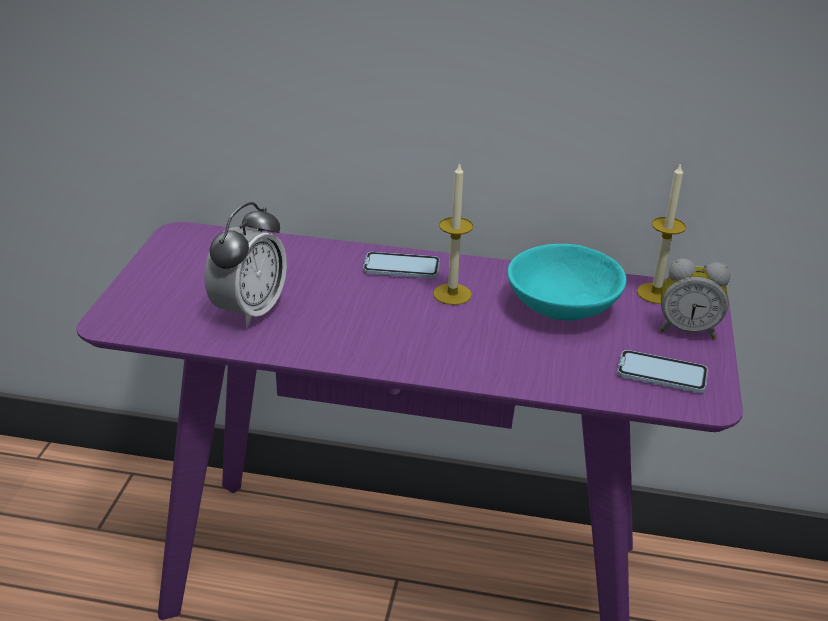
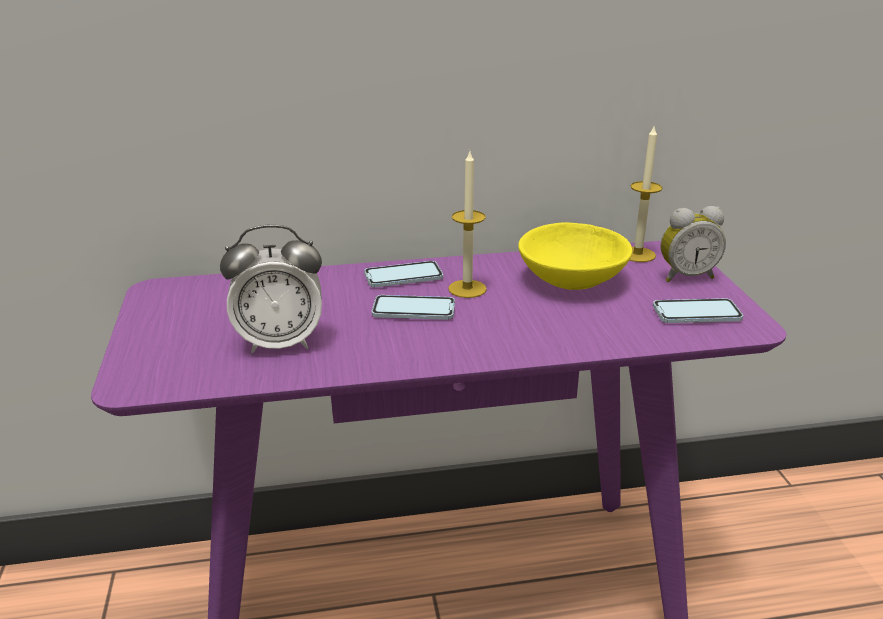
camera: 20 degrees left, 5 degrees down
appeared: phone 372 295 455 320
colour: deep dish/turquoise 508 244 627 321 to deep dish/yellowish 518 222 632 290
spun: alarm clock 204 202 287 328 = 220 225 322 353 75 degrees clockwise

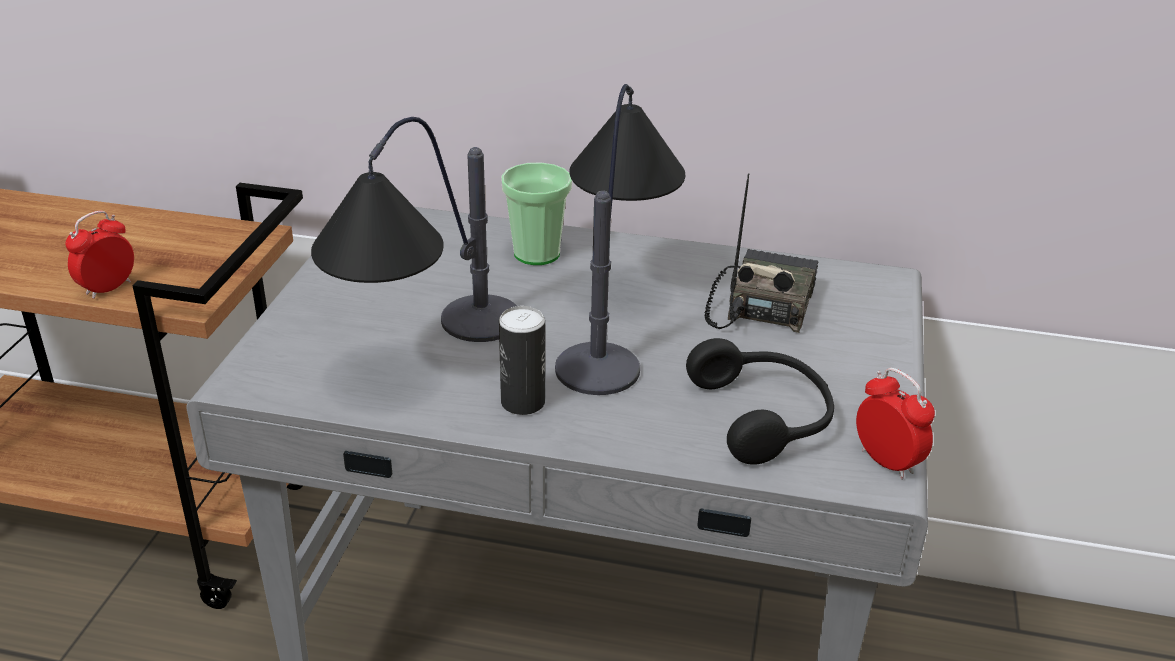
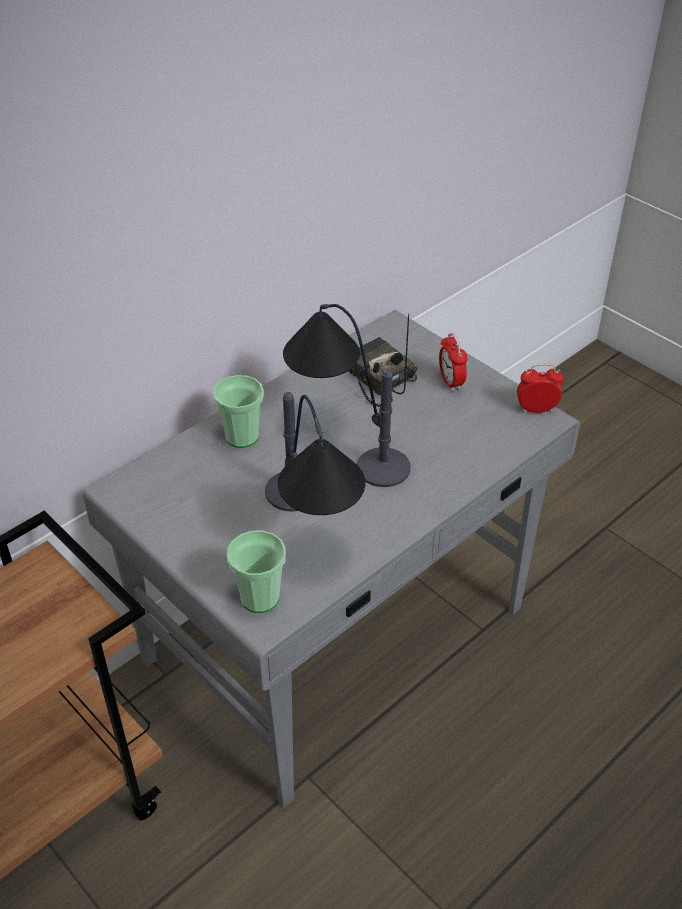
camera: 55 degrees left, 10 degrees up
missing: can 499 306 545 415; headset/black-coloured 686 338 834 465
appeared: drinking cup 227 531 286 613
relocated: alarm clock 65 211 134 299 to 439 333 467 392

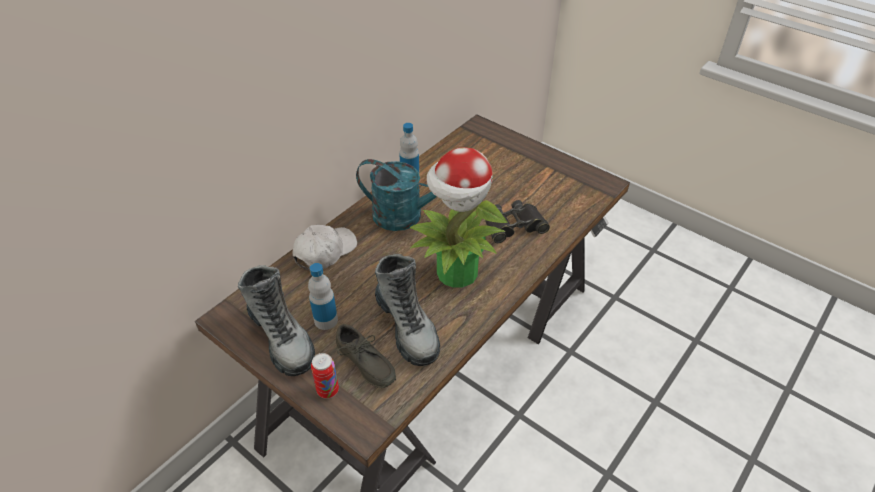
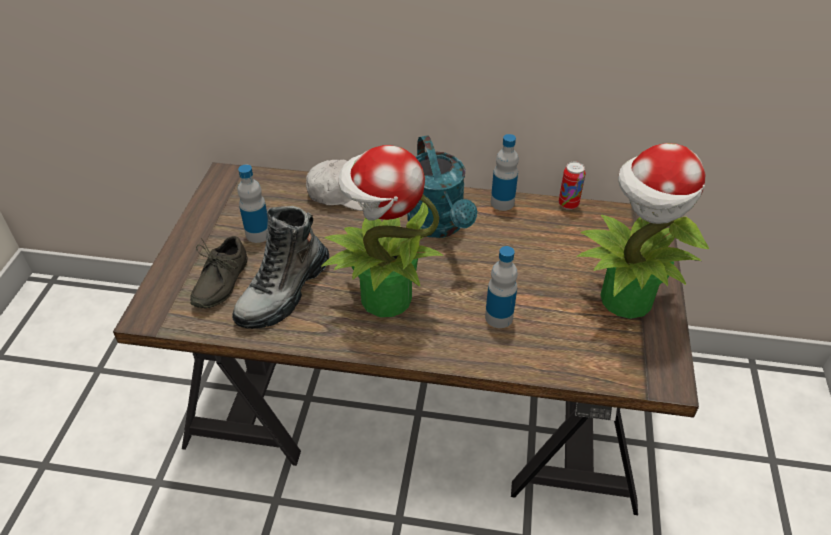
camera: 60 degrees right, 0 degrees up
missing: tall boot 238 265 315 376
appeared: plant in a pot 577 143 709 319
relocated: can 311 353 339 399 to 559 162 585 210
exchanged: binoculars/black-coloured 485 200 550 243 to drink bottle 485 246 518 328

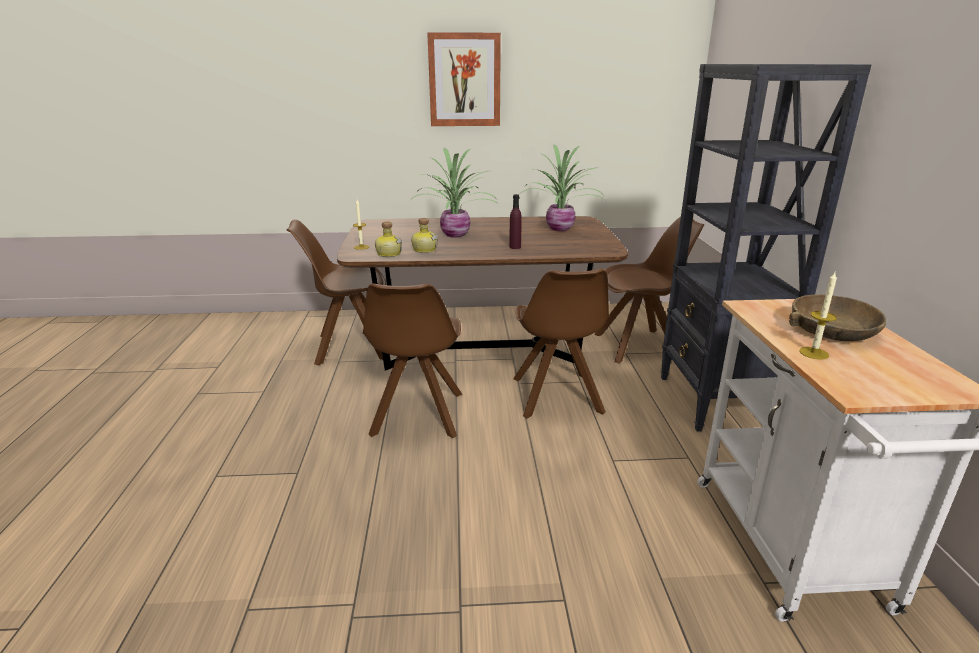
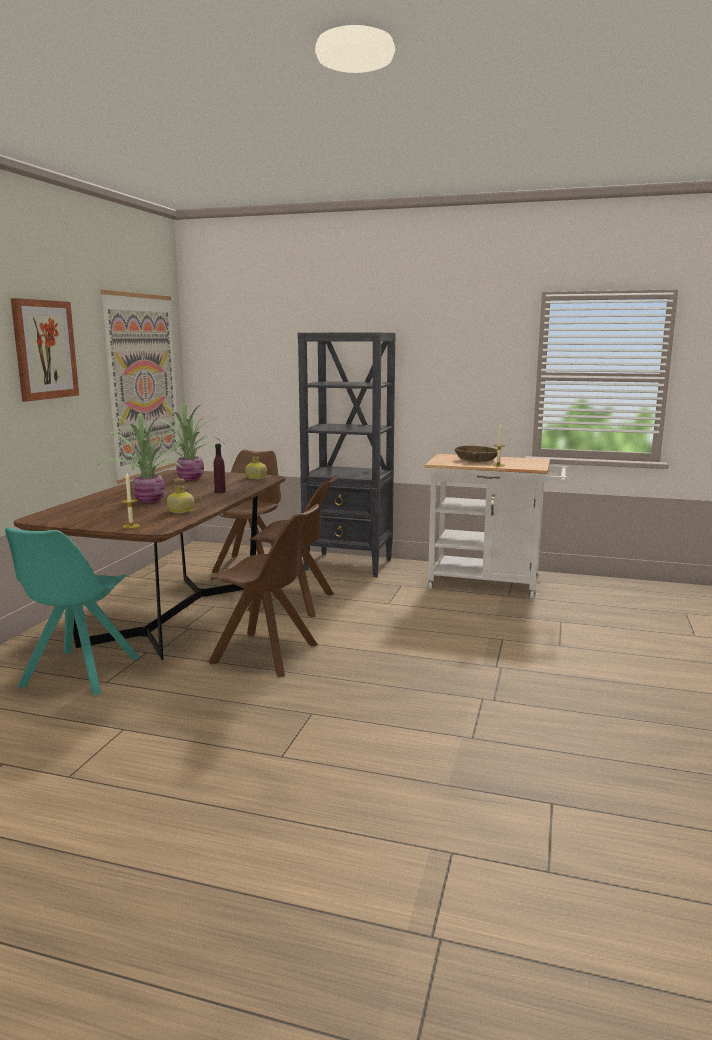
camera: 70 degrees left, 10 degrees down
appeared: wall art 100 290 180 484
relocated: drink bottle 375 221 402 257 to 245 451 267 479
colour: plain chair/brown-coloured 286 220 386 365 to plain chair/turquoise 5 527 140 695

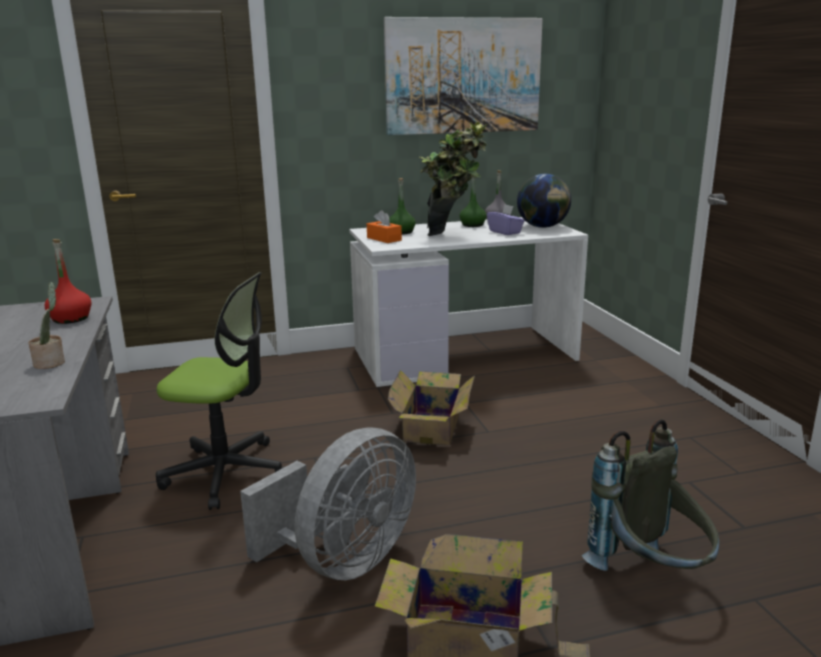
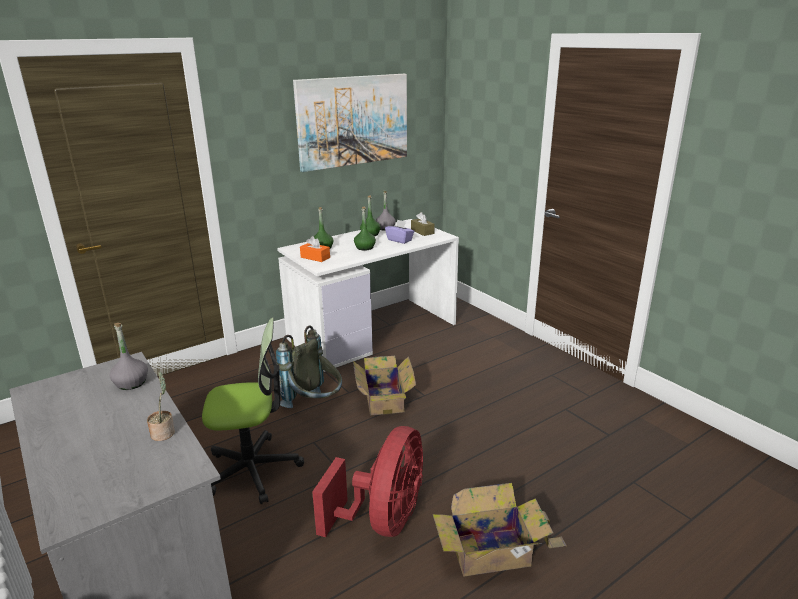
camera: 20 degrees left, 5 degrees up
relocated: backpack/grey 582 419 719 571 to 276 326 342 408
exchanged: plant in a pot 419 122 488 236 to drink bottle/green 354 207 376 251; desk globe 517 174 571 228 to tissue holder/brown-coloured 411 212 435 236
colour: drink bottle/reddish 45 239 92 324 to drink bottle/grey 109 323 148 390; cooling fan/grey 240 427 416 580 to cooling fan/reddish 312 426 423 537

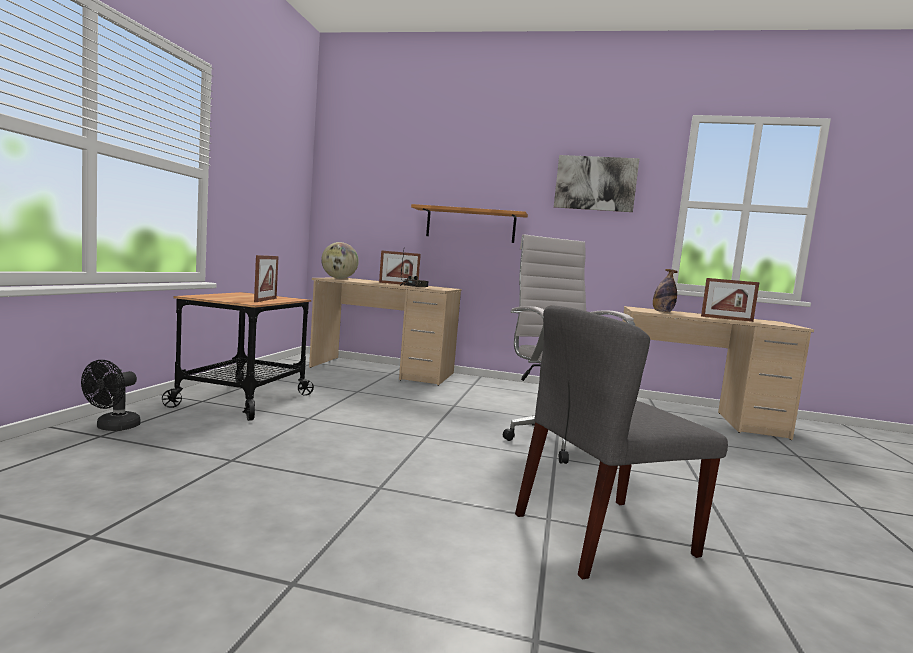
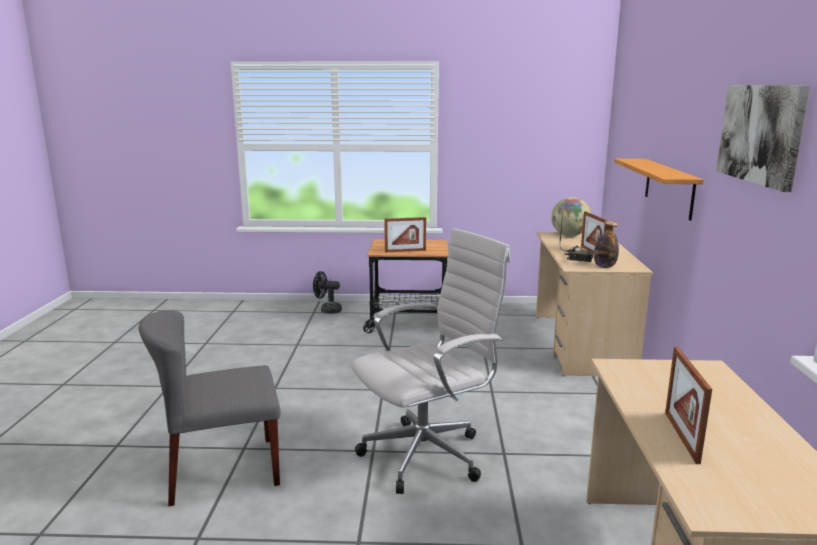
camera: 80 degrees right, 10 degrees up
relocated: drink bottle 653 269 678 313 to 594 221 619 268
spun: plain chair/grey 515 305 728 580 = 139 310 281 506 75 degrees counterclockwise

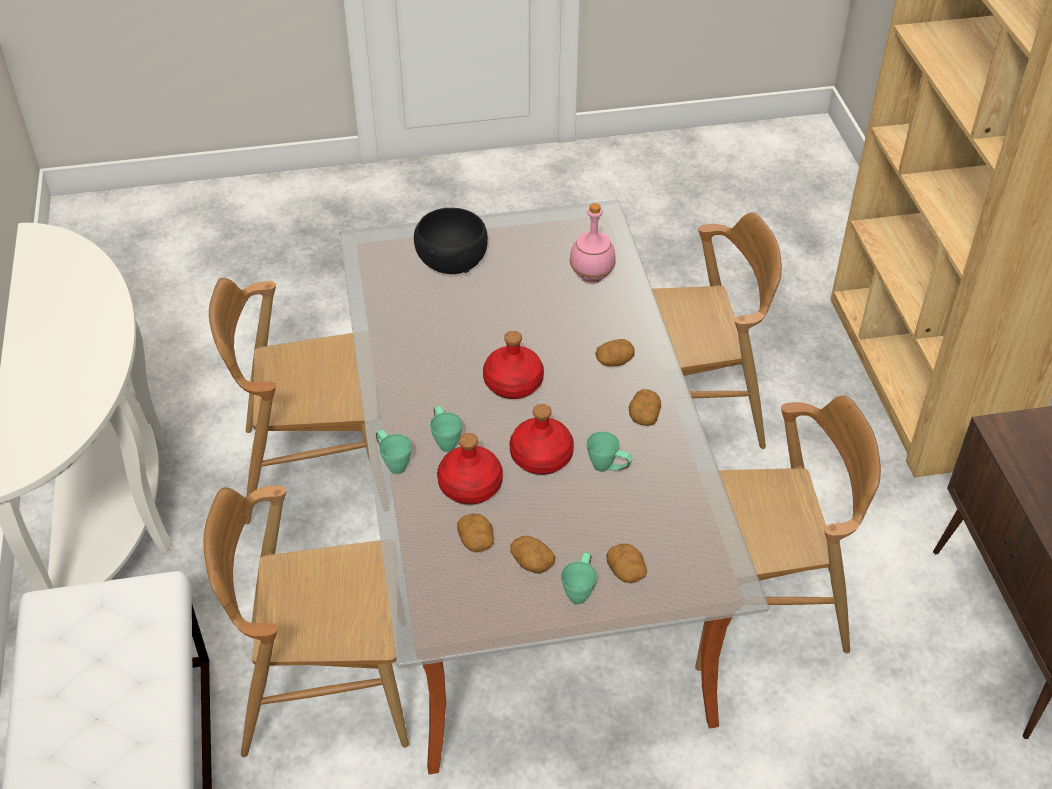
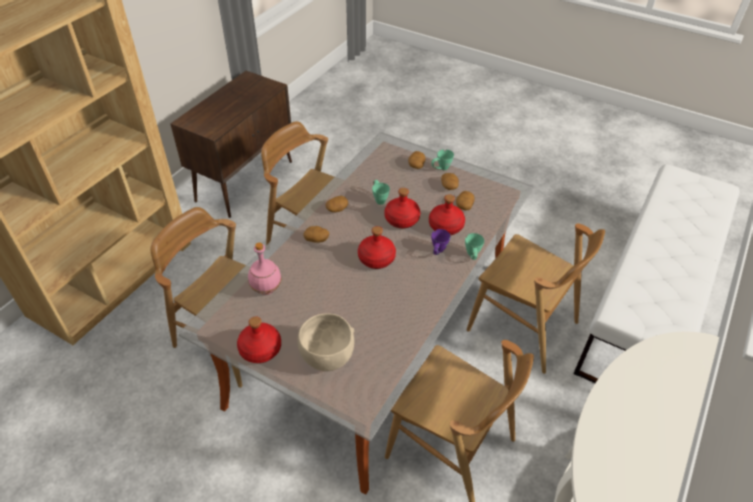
camera: 140 degrees left, 0 degrees up
appeared: drink bottle/reddish 237 317 281 363
colour: deep dish/black-coloured 414 208 488 274 to deep dish/beige 298 313 354 371; coffee mug/green 430 406 463 452 to coffee mug/purple-coloured 431 229 450 255

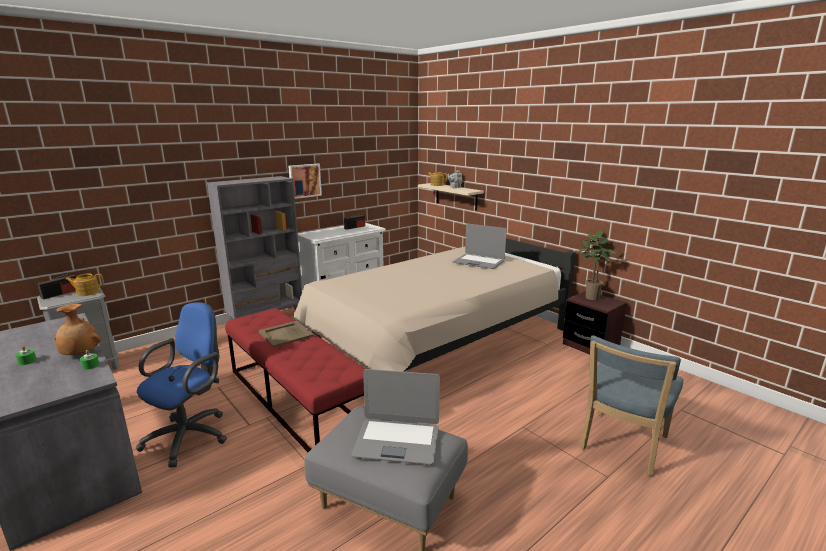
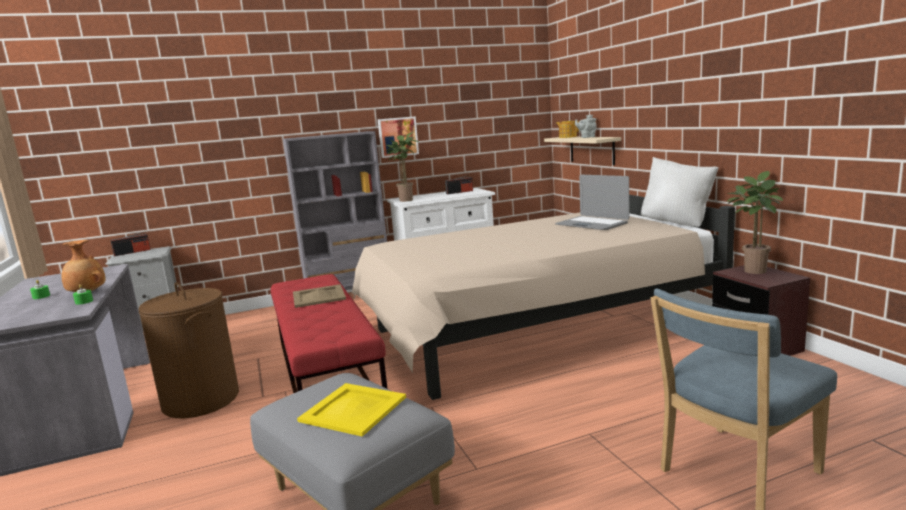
camera: 20 degrees right, 5 degrees down
missing: pot for tea 65 274 104 296
appeared: plant in a pot 384 132 418 202; cushion/white 641 157 719 227
exchanged: desk chair/bluish 136 302 227 468 to laundry basket/brown-coloured 138 282 239 418; notebook computer 351 369 440 465 to tray/yellowish 297 383 406 437

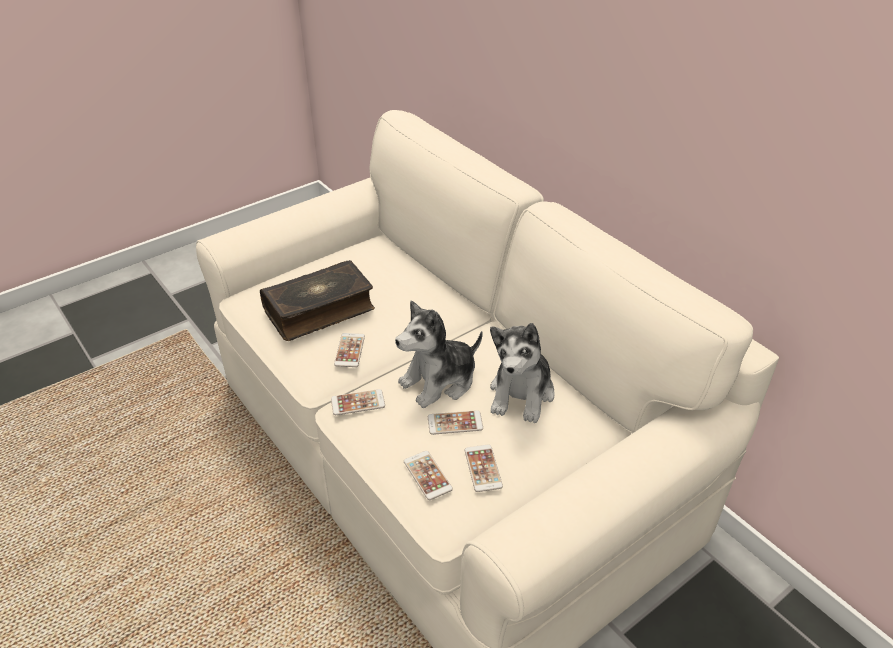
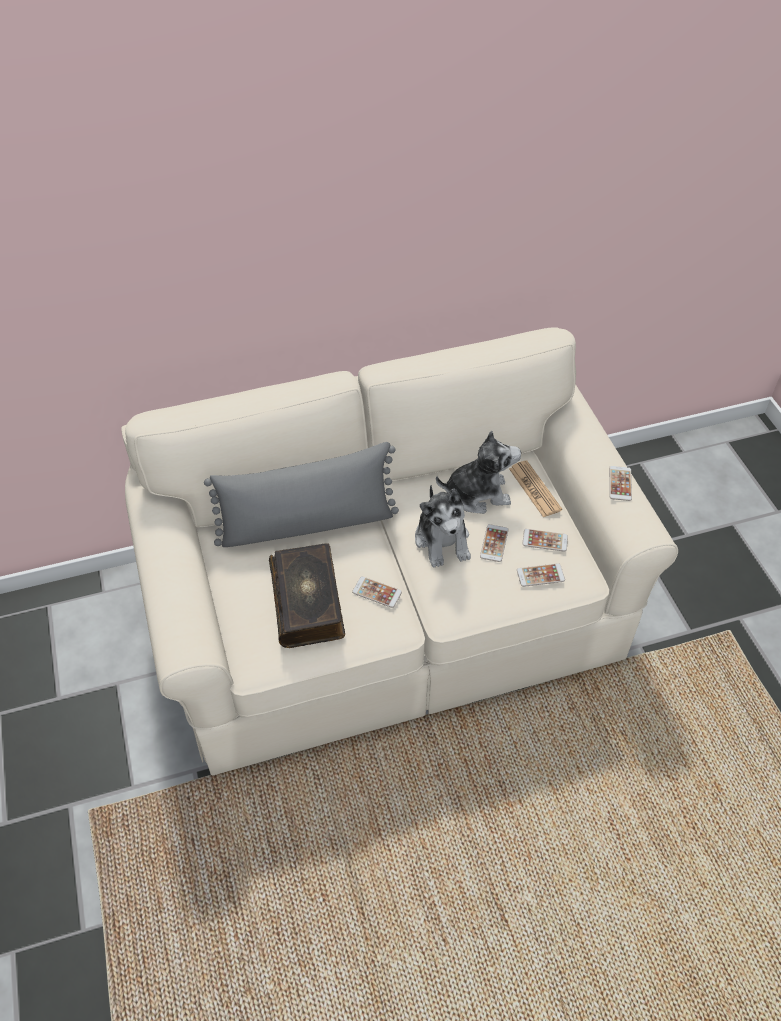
camera: 70 degrees left, 10 degrees up
appeared: cushion/grey 204 442 399 547; printed paper 509 460 562 518
relocated: phone 331 389 385 415 to 609 466 632 501
spun: plush toy 490 323 555 423 = 436 431 521 514 45 degrees counterclockwise

